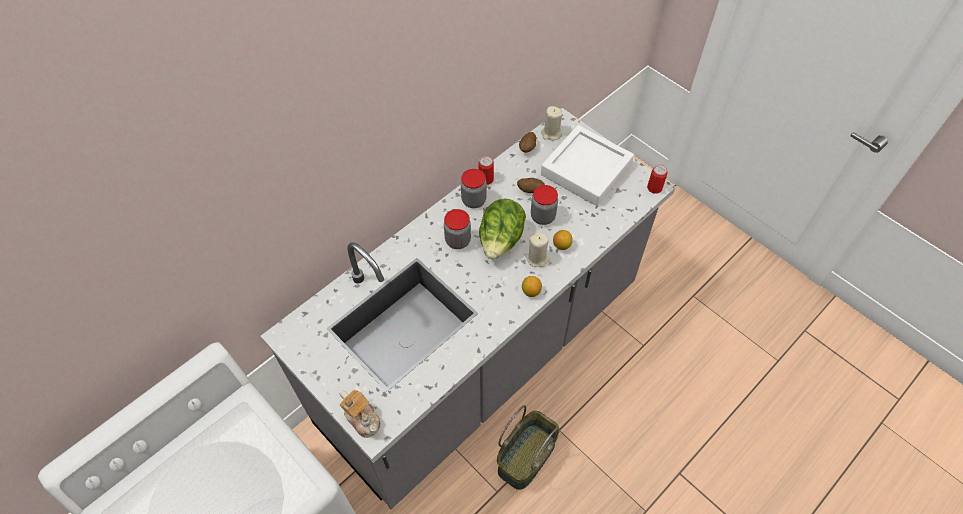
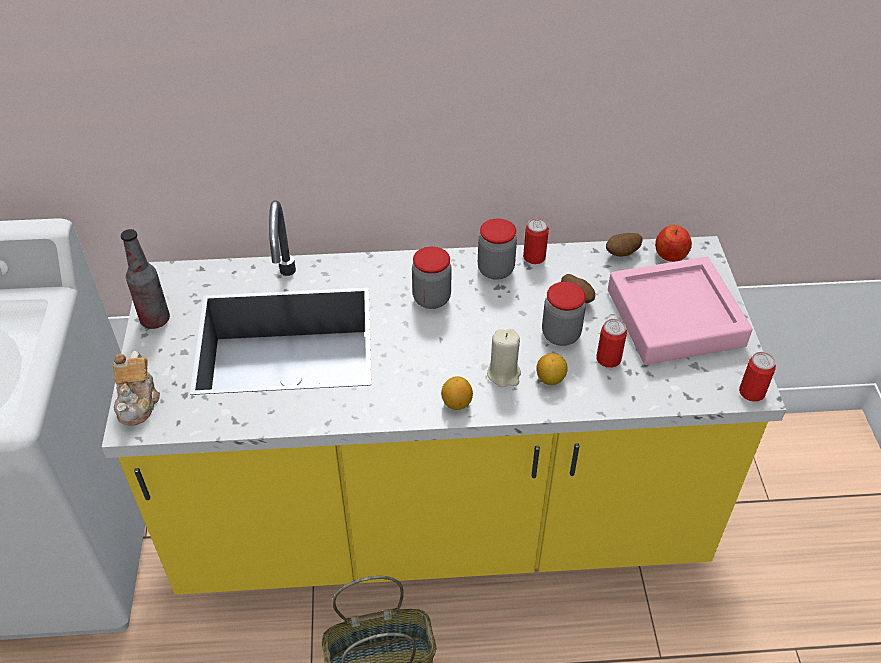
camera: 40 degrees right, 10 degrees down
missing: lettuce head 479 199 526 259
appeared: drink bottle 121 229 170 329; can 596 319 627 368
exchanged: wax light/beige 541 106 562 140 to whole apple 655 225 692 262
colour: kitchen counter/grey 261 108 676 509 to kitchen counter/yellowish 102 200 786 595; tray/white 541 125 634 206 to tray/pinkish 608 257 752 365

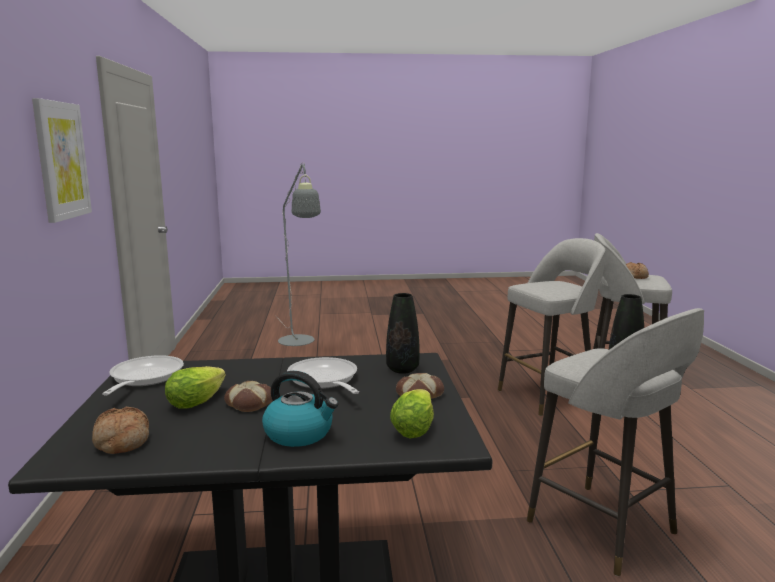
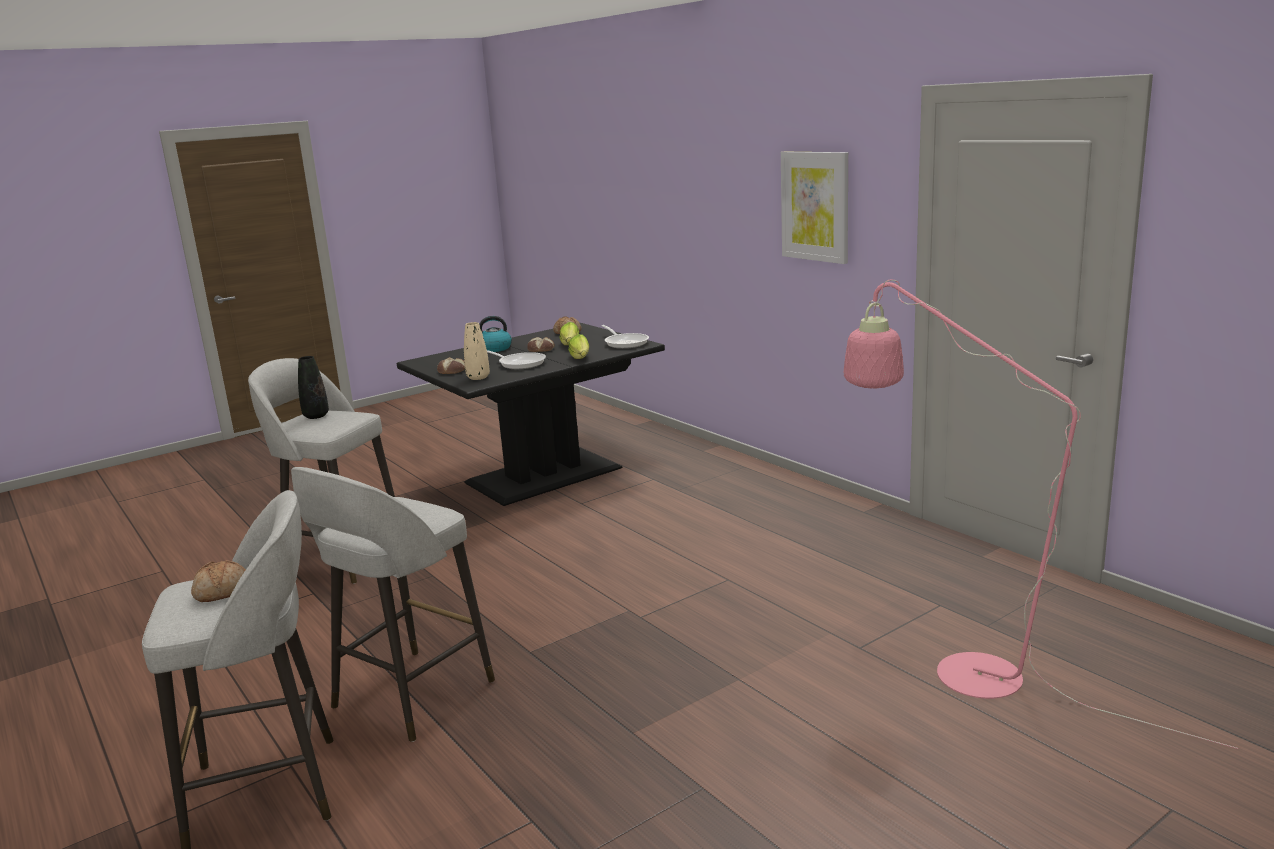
camera: 150 degrees right, 5 degrees up
relocated: lettuce head 390 389 434 438 to 568 334 589 359
colour: standard lamp/grey 275 162 321 346 to standard lamp/pinkish 844 280 1238 749; flower vase/black-coloured 386 293 420 374 to flower vase/beige 464 322 490 380

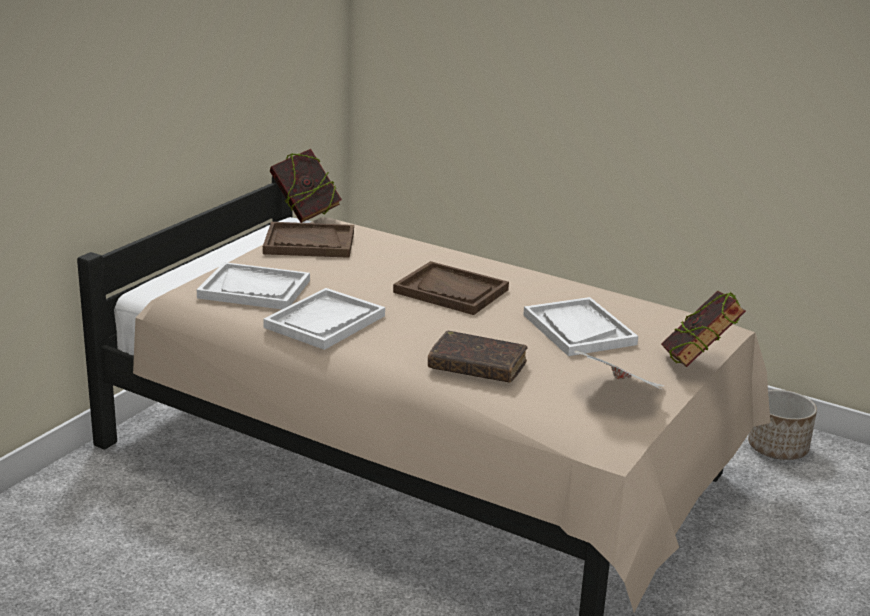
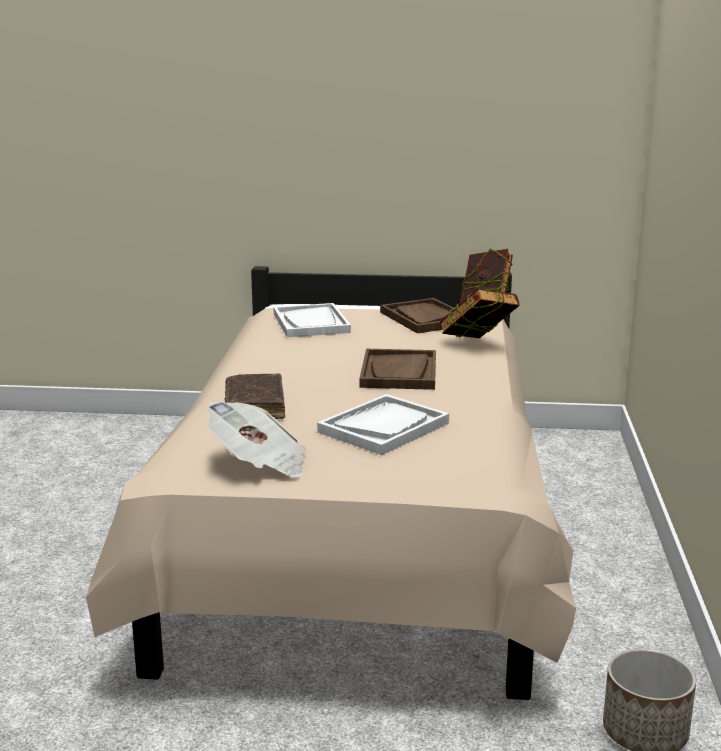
camera: 65 degrees right, 5 degrees down
missing: tray/white 263 288 385 350
relocated: book 661 291 746 367 to 439 288 520 338

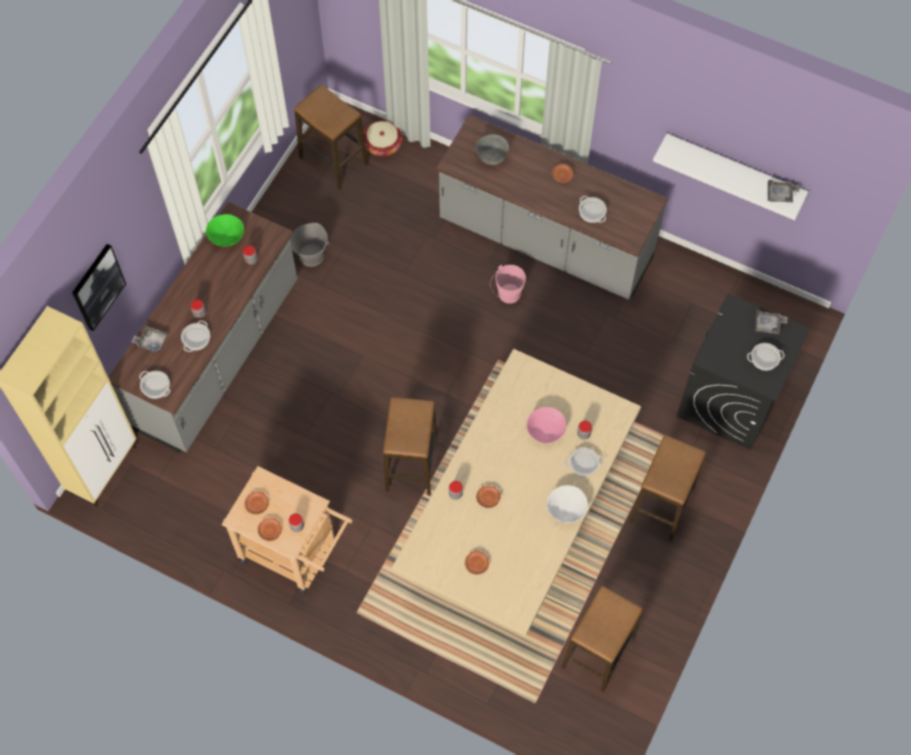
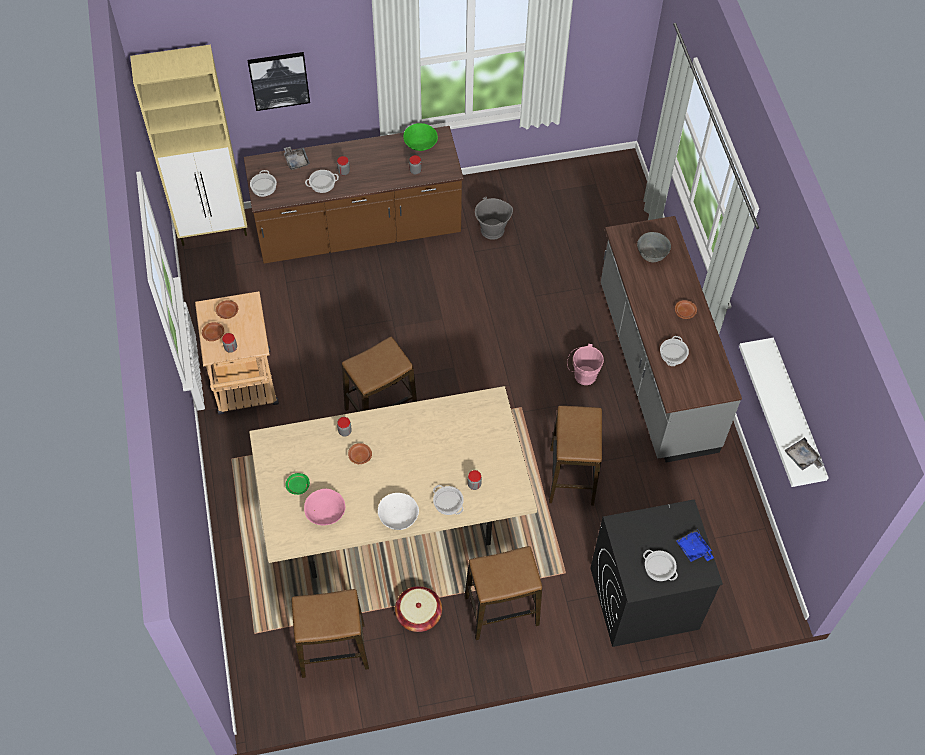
camera: 50 degrees right, 5 degrees down
relocated: sitting stool 294 84 368 189 to 549 406 602 506; basket 363 121 403 157 to 395 586 442 632; deep dish/pinkish 527 407 566 444 to 304 489 345 525
colour: kitchen counter/grey 108 202 297 452 to kitchen counter/brown-coloured 244 126 464 263; tray/grey 754 310 788 334 to tray/bluish 676 529 714 562; dinner plate/brown-coloured 465 551 489 575 to dinner plate/green 285 473 310 495

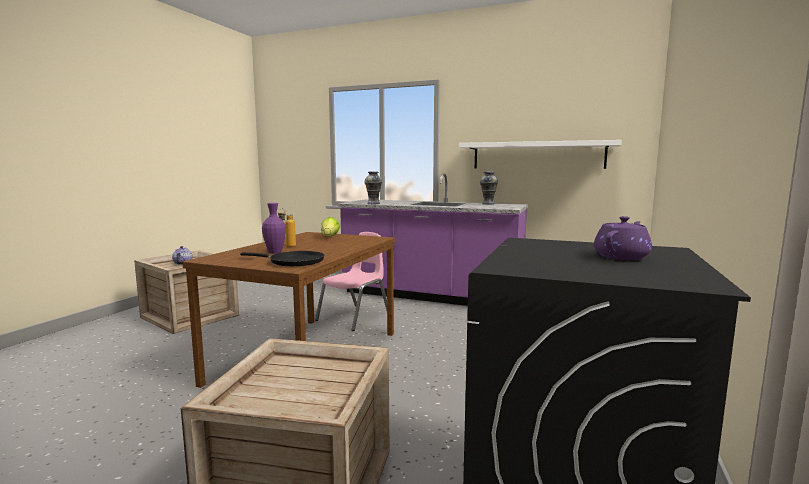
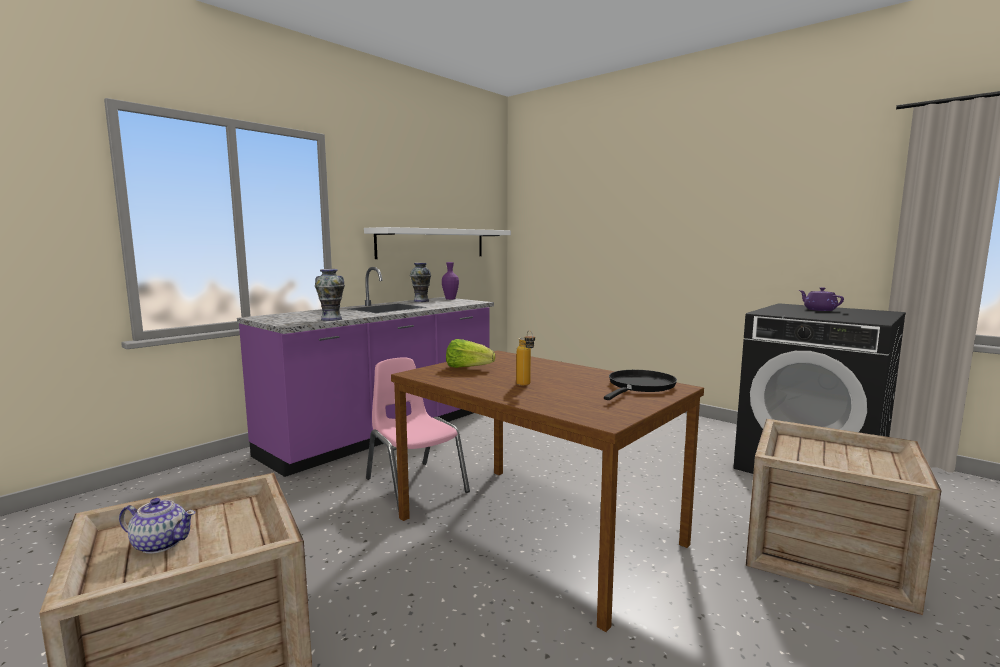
camera: 70 degrees left, 0 degrees up
relocated: flower vase/purple-coloured 262 203 286 254 to 442 262 459 300

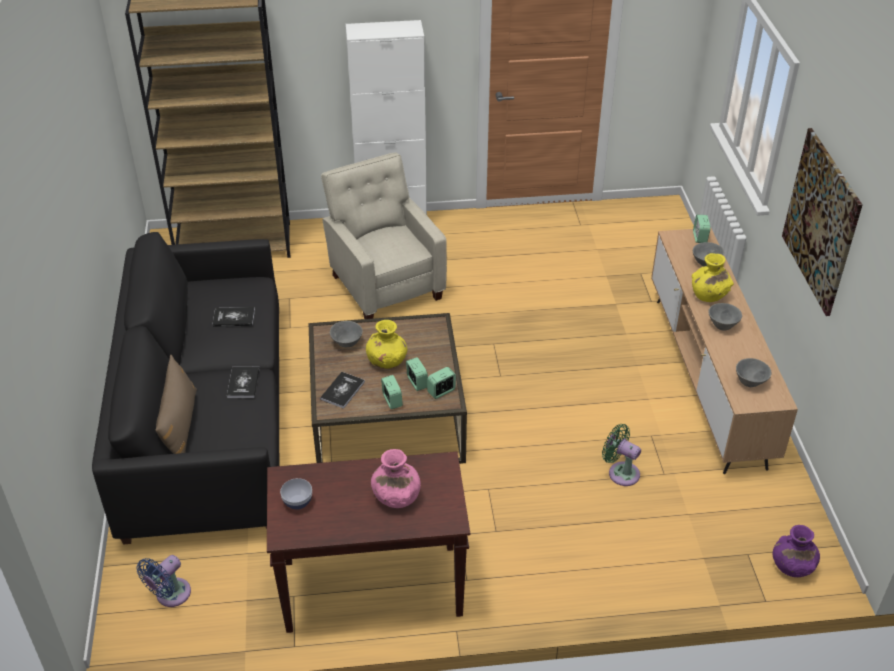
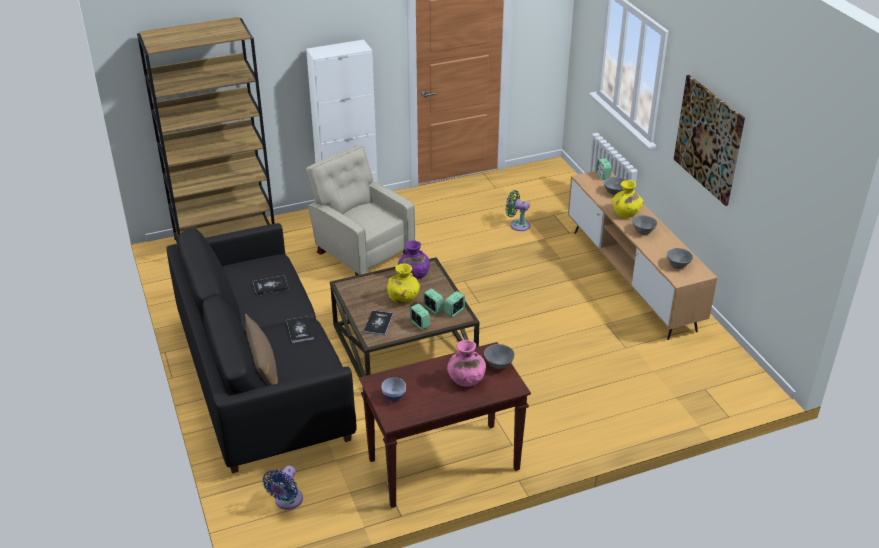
camera: 15 degrees left, 5 degrees down
relocated: deep dish/grey 330 321 363 347 to 484 344 515 369; cooling fan/green 602 424 641 486 to 506 190 530 231; flower vase/purple-coloured 773 525 820 577 to 398 240 430 280

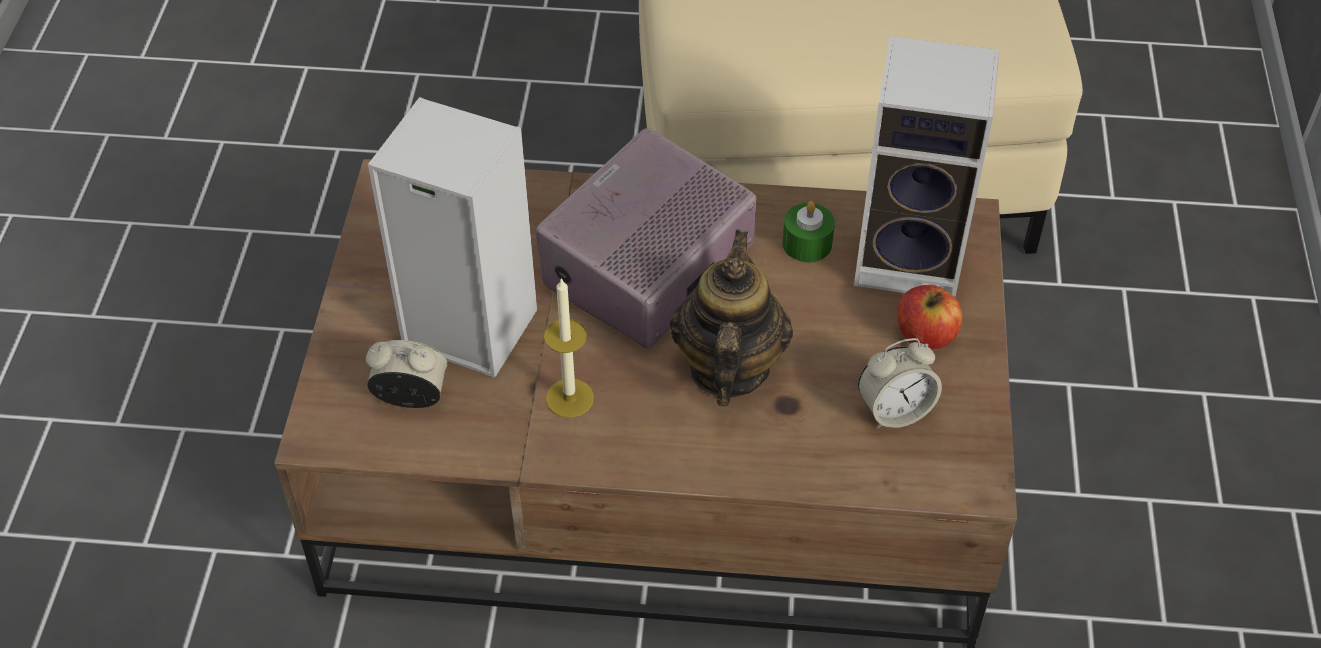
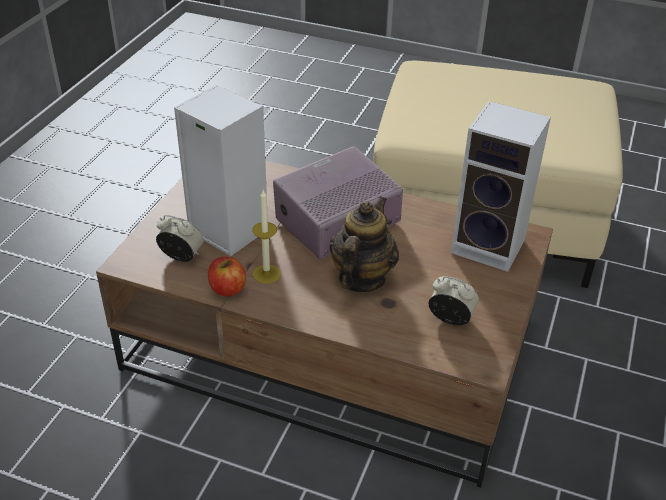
camera: 15 degrees right, 10 degrees down
missing: wax light/green 782 201 835 262
relocated: whole apple 897 285 962 349 to 208 257 246 297
spun: alarm clock 858 338 942 429 = 428 276 479 325 150 degrees counterclockwise

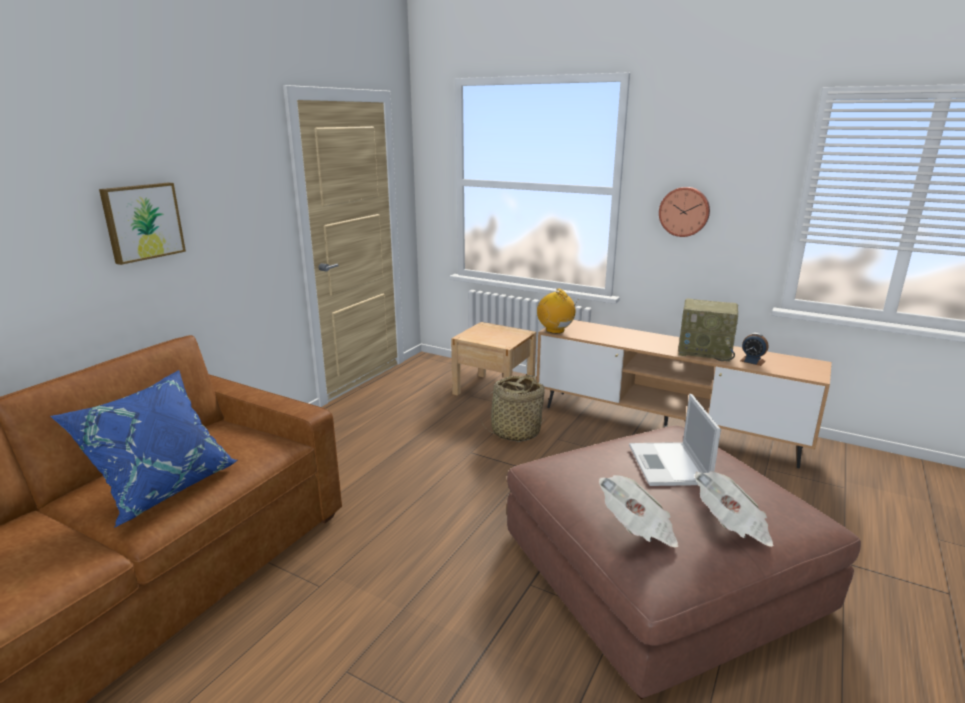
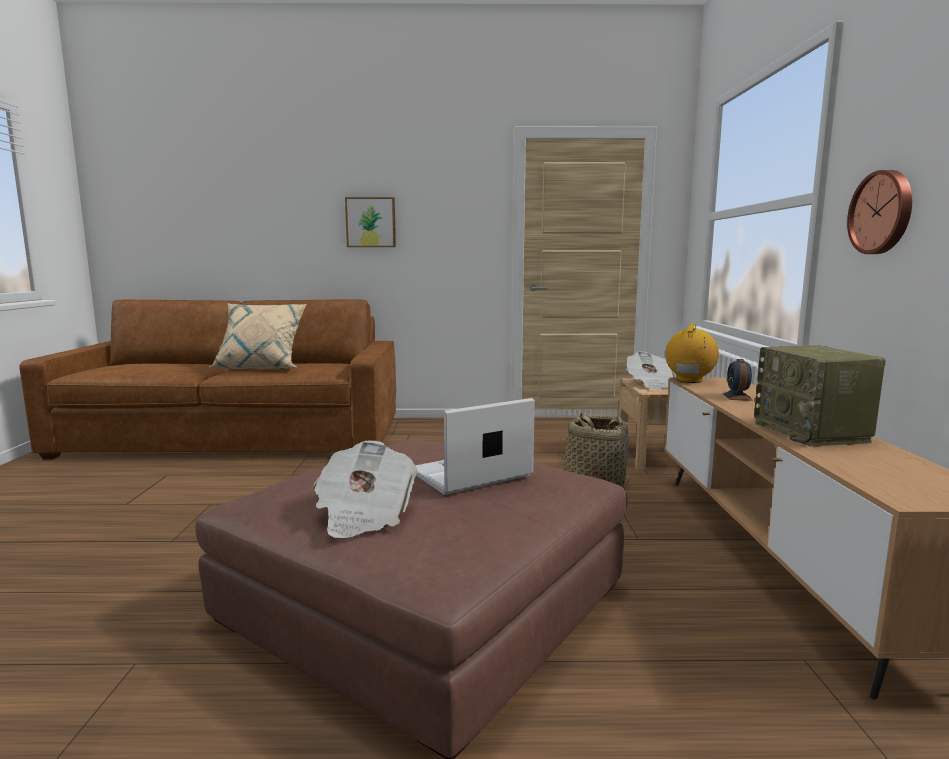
camera: 60 degrees right, 10 degrees down
relocated: alarm clock 740 333 769 366 to 723 359 753 401; printed paper 599 475 678 547 to 627 351 676 390
colour: cushion/bluish 50 370 238 528 to cushion/beige 209 303 307 370

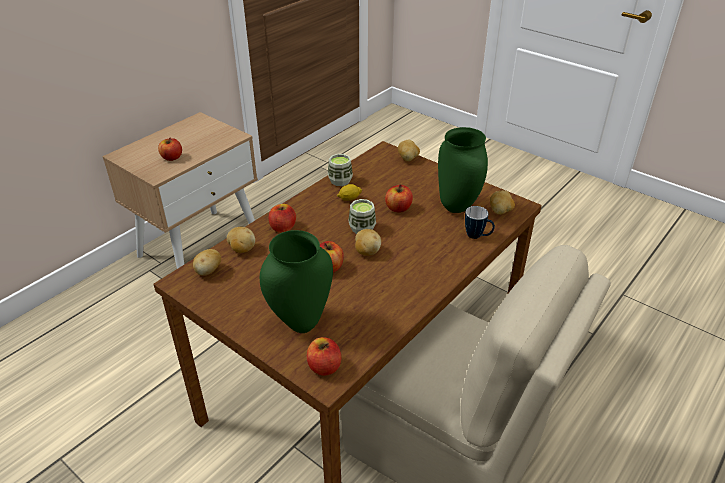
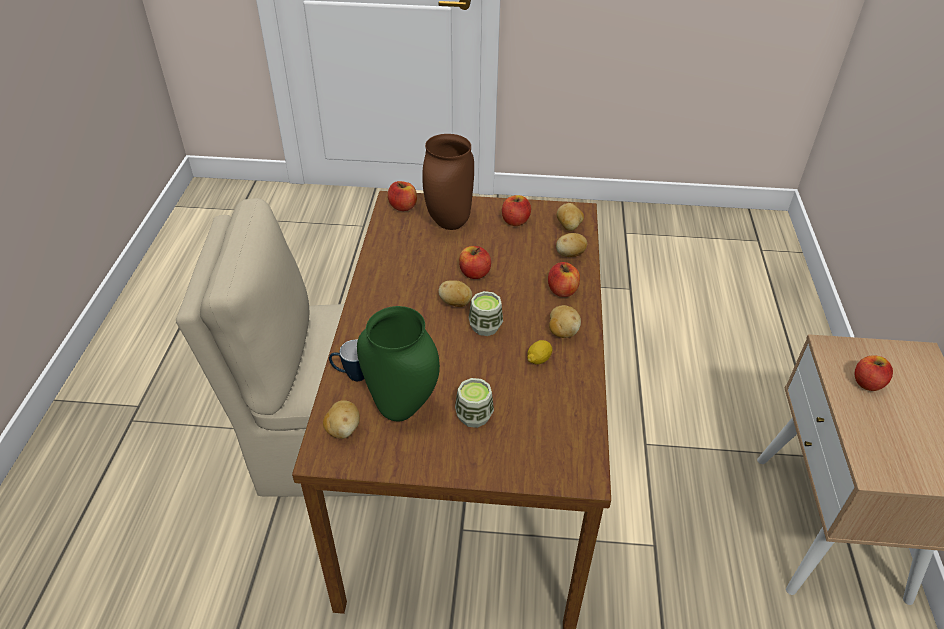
camera: 145 degrees right, 5 degrees up
relocated: potato 398 140 420 161 to 549 305 581 338; drinking cup 328 154 353 186 to 455 378 494 428; whole apple 385 184 413 213 to 502 195 531 226
colour: flower vase/green 260 230 333 333 to flower vase/brown-coloured 422 134 474 230

